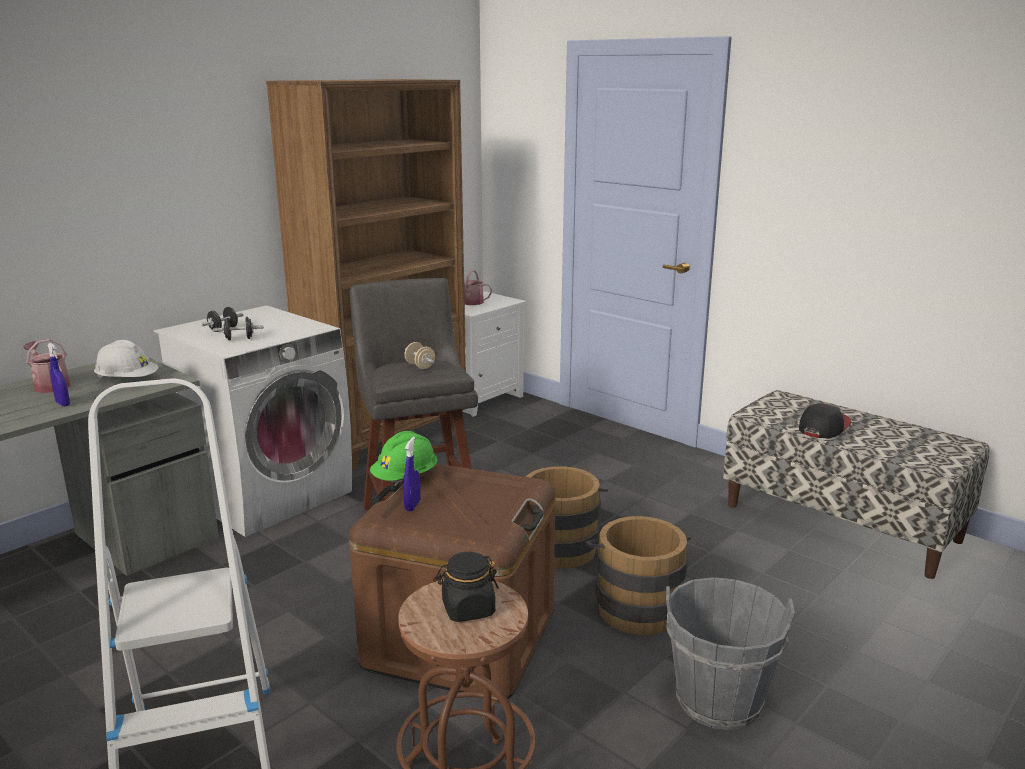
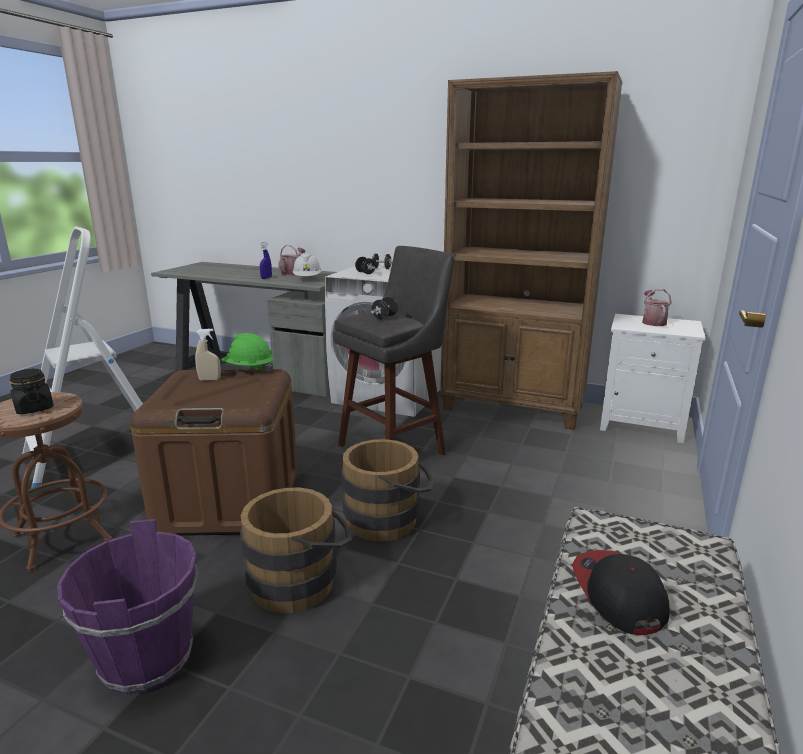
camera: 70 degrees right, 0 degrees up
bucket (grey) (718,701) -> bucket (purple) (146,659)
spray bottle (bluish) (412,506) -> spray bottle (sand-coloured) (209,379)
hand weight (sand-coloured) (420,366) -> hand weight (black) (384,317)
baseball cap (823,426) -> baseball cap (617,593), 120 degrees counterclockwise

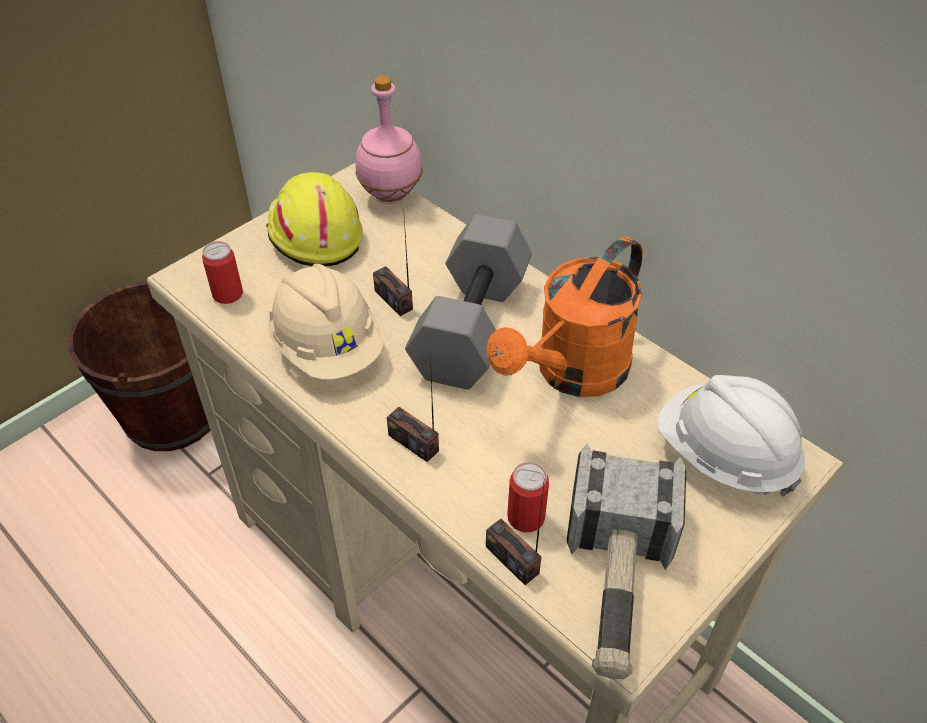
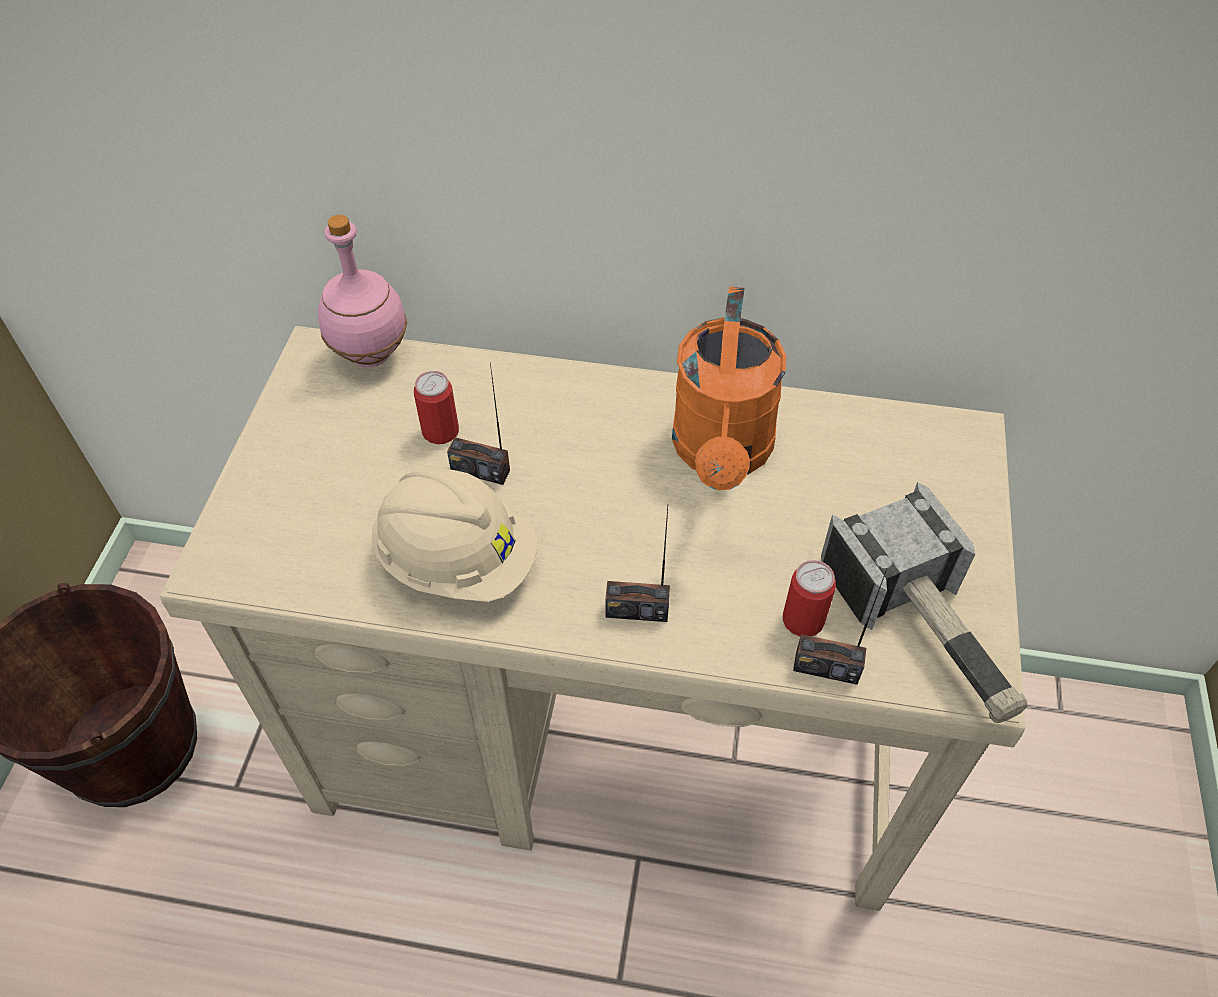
camera: 35 degrees left, 5 degrees up
can (228,294) -> can (440,431), move
safety helmet (yellow) (313,234) -> none
hand weight (grey) (469,324) -> none
safety helmet (white) (724,456) -> none

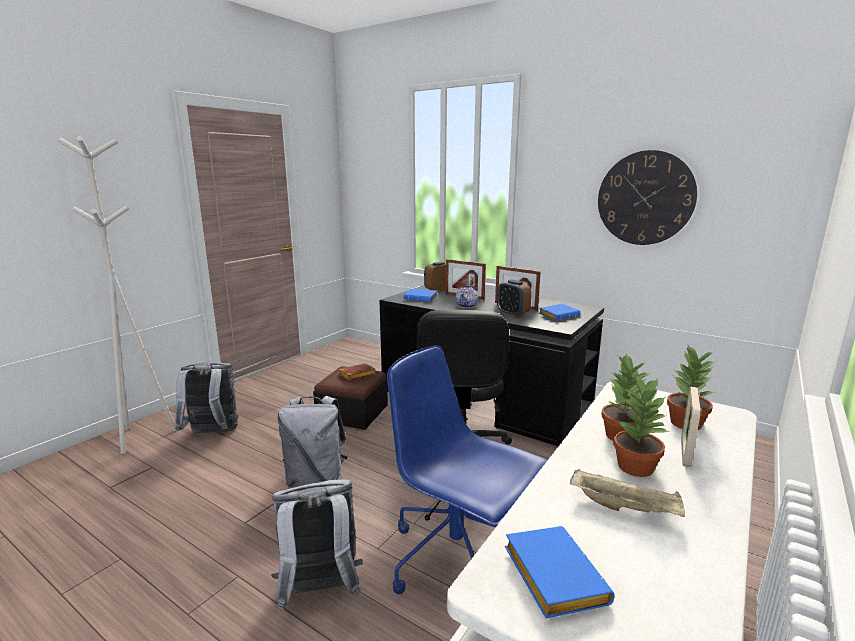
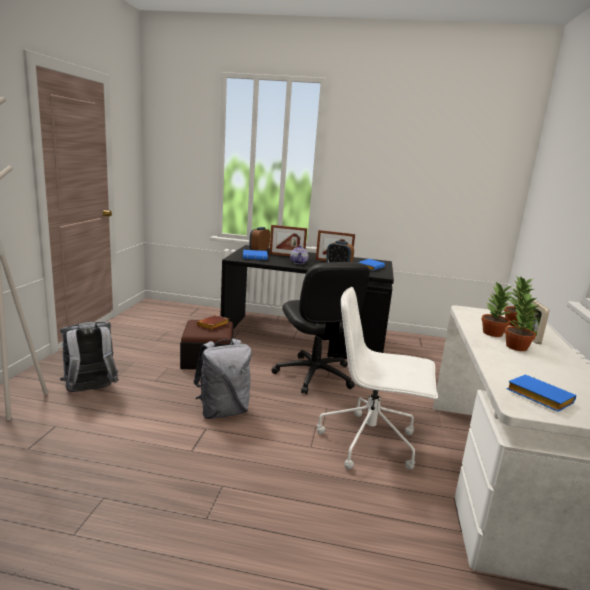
camera: 25 degrees left, 0 degrees up
desk chair (bluish) (461,563) -> desk chair (white) (373,443)
rucksack (grey) (319,591) -> none
carrying tray (sand-coloured) (625,508) -> none
hanging clock (645,198) -> none

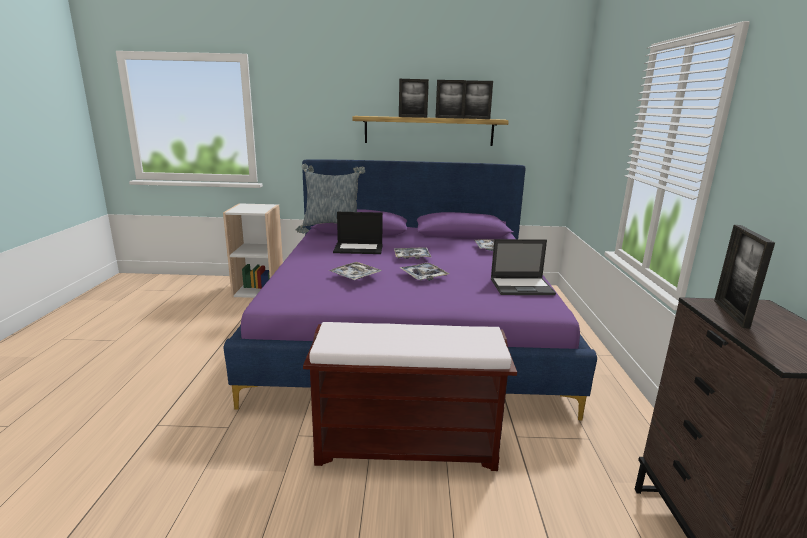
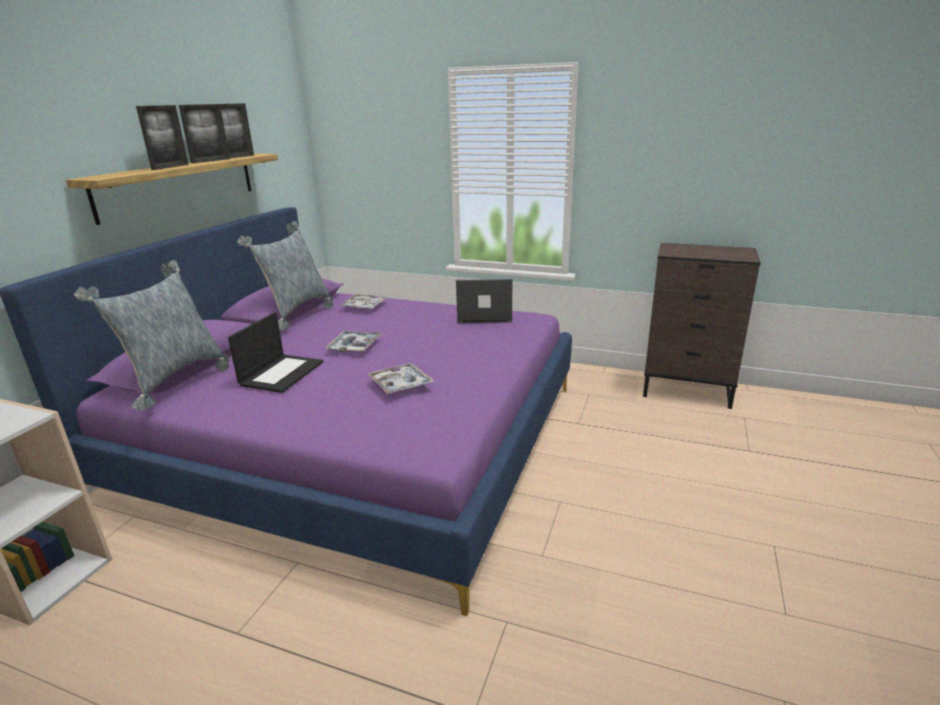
camera: 70 degrees left, 5 degrees up
none -> throw pillow (295,318)
laptop (522,286) -> laptop (483,315), 105 degrees counterclockwise
bench (brown-coloured) (408,444) -> none
carrying tray (423,276) -> none
picture frame (730,313) -> none

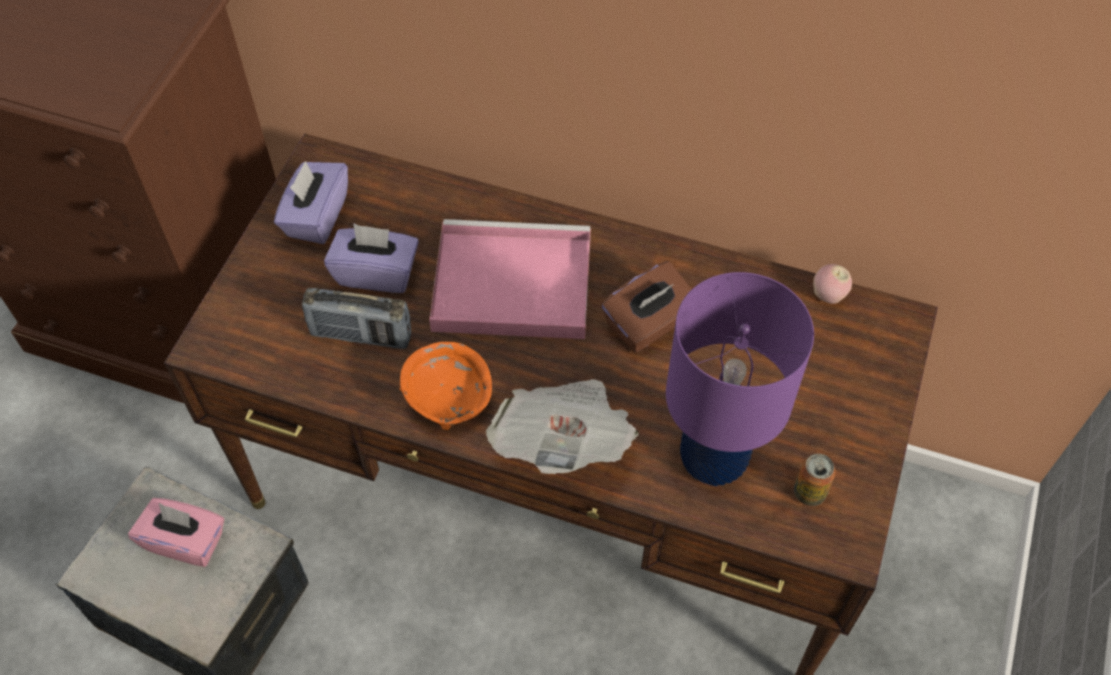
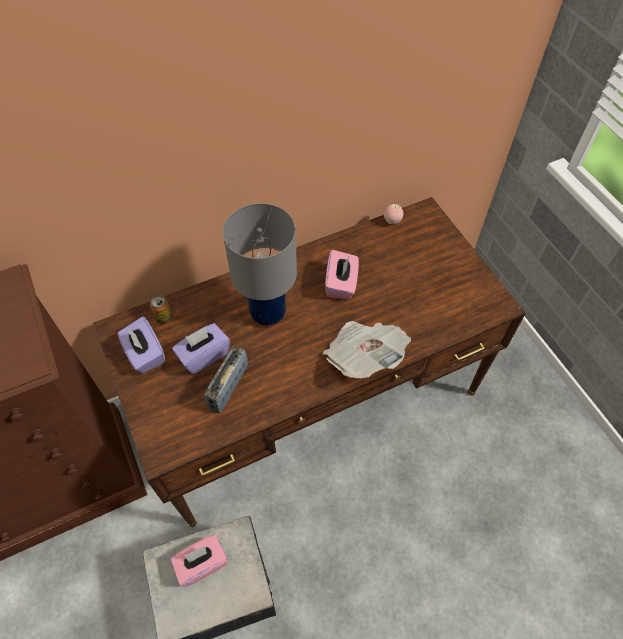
camera: 45 degrees left, 0 degrees up
can (809,492) -> can (164,317), move
radio receiver (361,335) -> radio receiver (228,387), 150 degrees clockwise
carrying tray (pink-coloured) (508,285) -> table lamp (grey) (268,314)
tissue holder (brown-coloured) (648,324) -> tissue holder (pink-coloured) (341,284)
bowl (orange) (448,399) -> none
table lamp (purple) (712,460) -> none

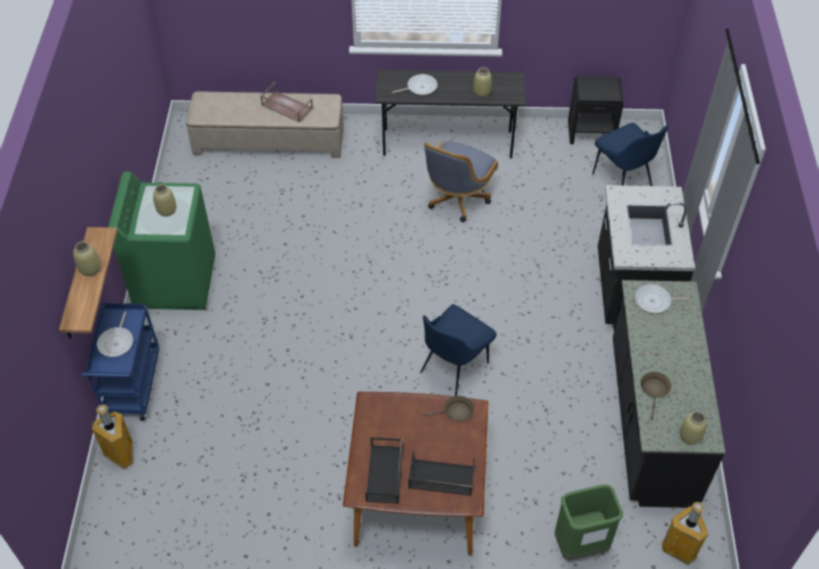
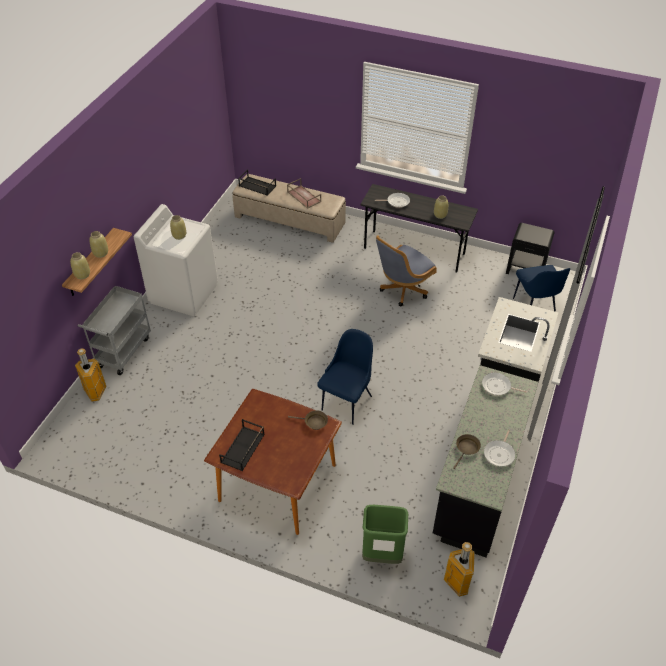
camera: 20 degrees right, 5 degrees down
flower vase (sand-coloured) (690,436) -> flower vase (sand-coloured) (82,275), move
trolley (bluish) (134,390) -> trolley (grey) (123,354)
washing machine (green-coloured) (175,281) -> washing machine (white) (184,293)
carrying tray (black) (440,478) -> carrying tray (black) (257,186), move
chair (bluish) (454,368) -> chair (bluish) (346,403), 150 degrees clockwise
frying pan (117,342) -> frying pan (499,453), move

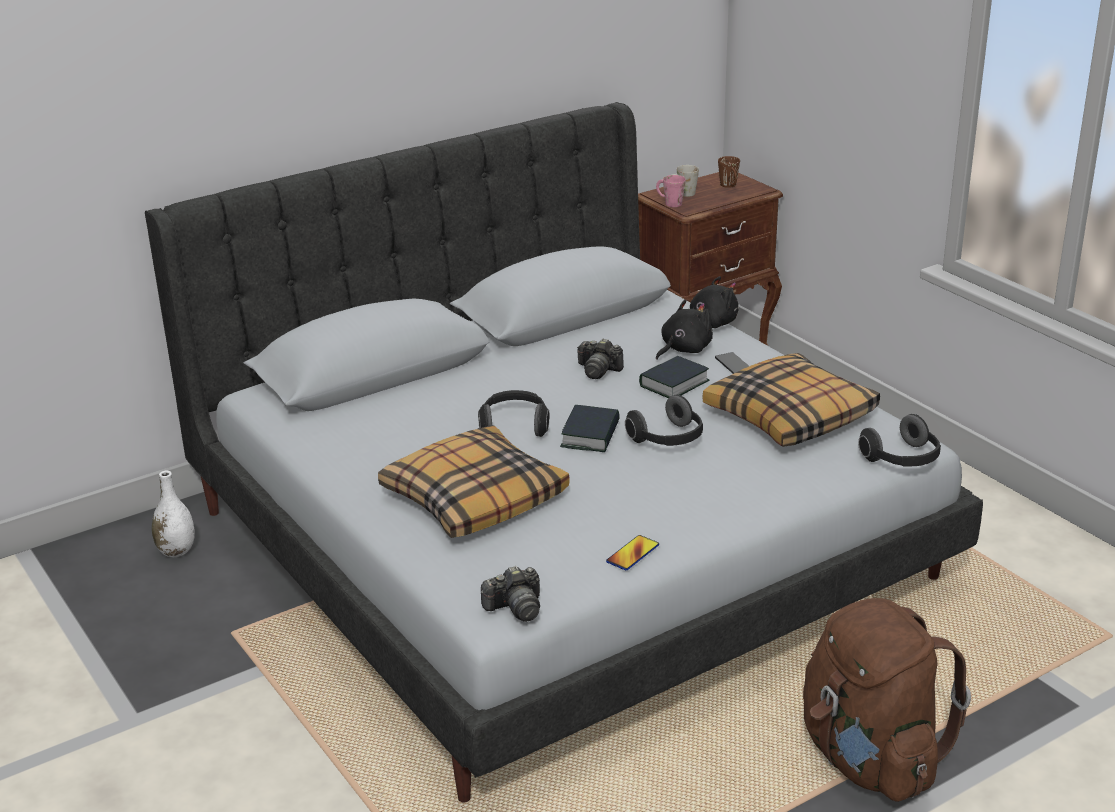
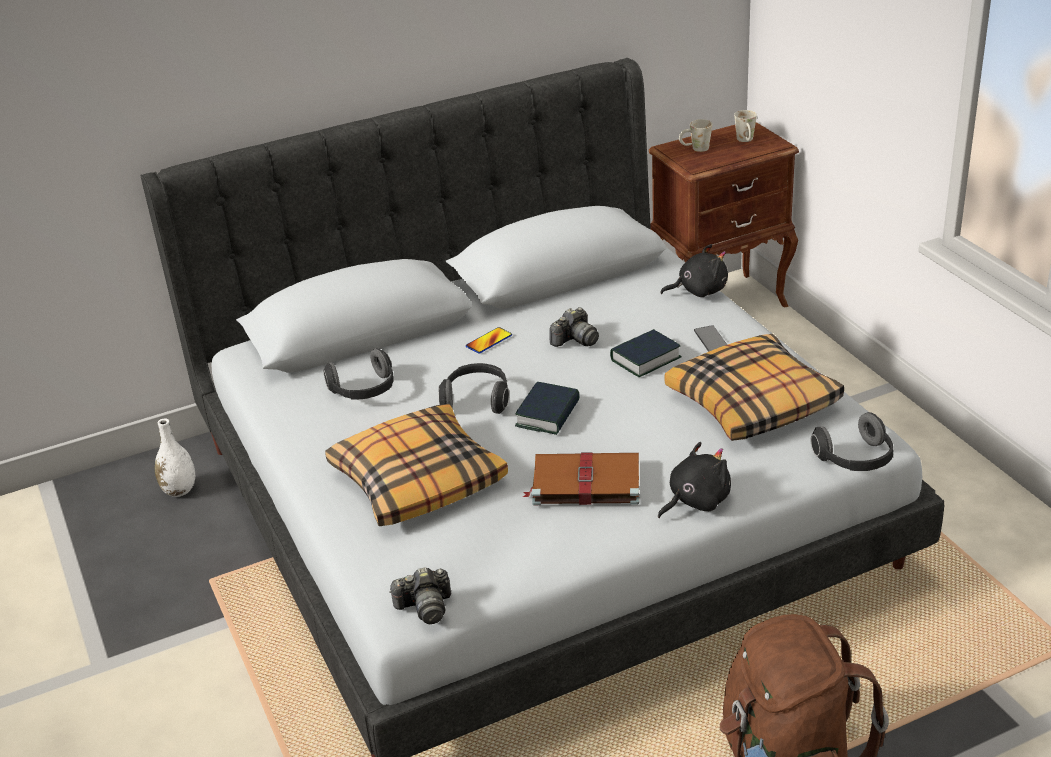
camera: 10 degrees right, 5 degrees up
pair of headphones (668,439) -> pair of headphones (364,391), move
handset (632,554) -> handset (489,341), move
none -> bound book (brown-coloured) (584,482)
photo camera (598,370) -> photo camera (575,340), 75 degrees counterclockwise
soft toy (black) (683,349) -> soft toy (black) (695,501), move
tea mug (brown-coloured) (730,186) -> tea mug (white) (746,141)
tea mug (pink-coloured) (669,203) -> none

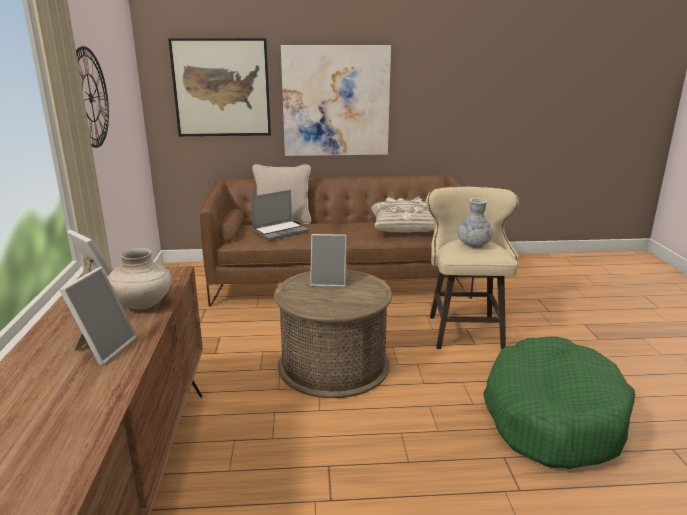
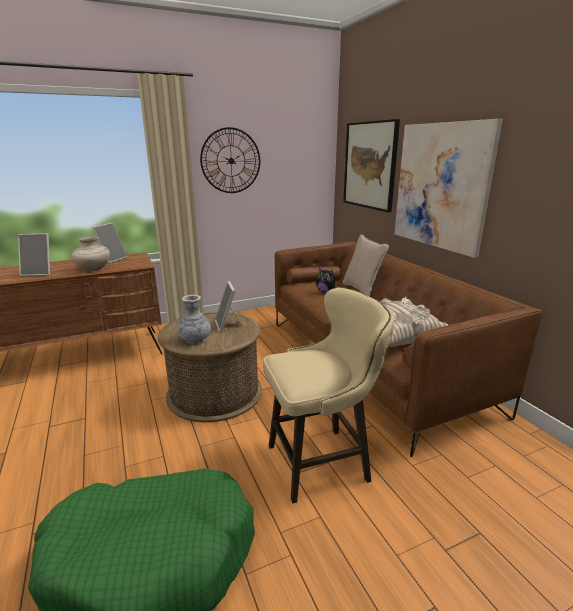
camera: 70 degrees right, 0 degrees up
flower vase (474,244) -> flower vase (195,339), move
laptop (280,231) -> soft toy (326,292)

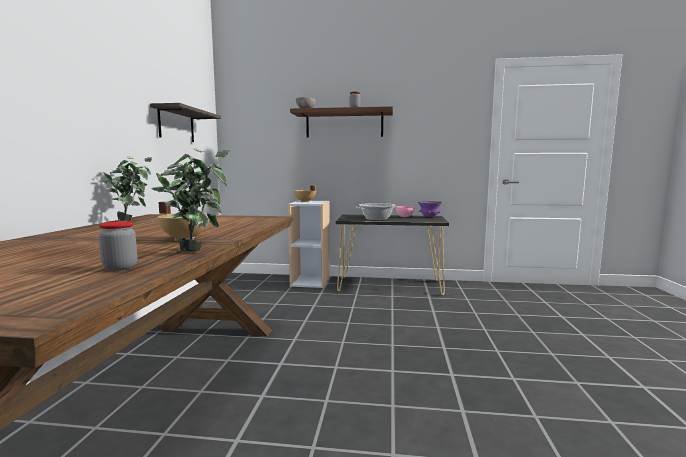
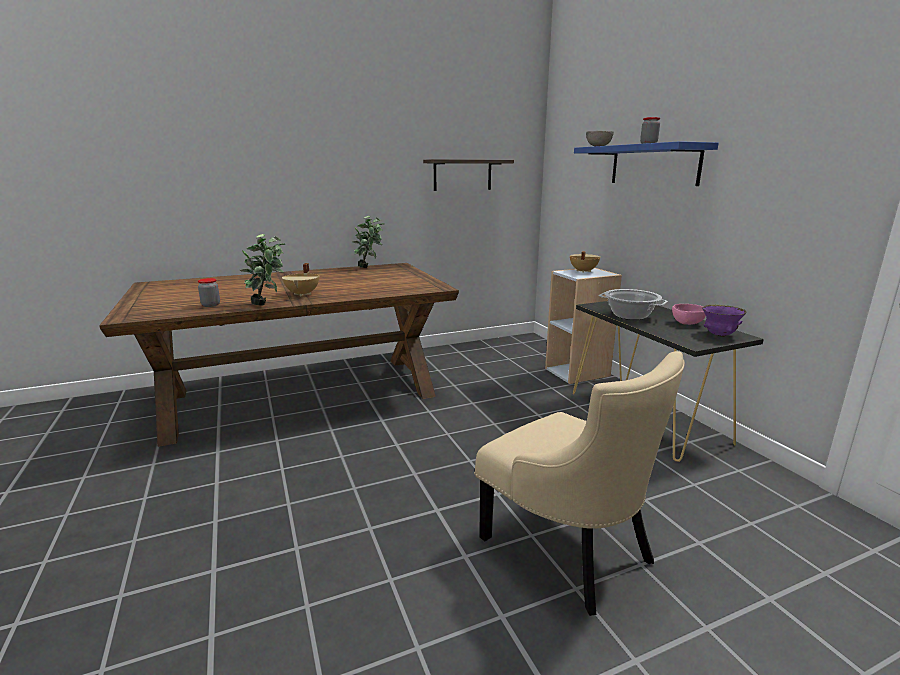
camera: 60 degrees right, 10 degrees up
none -> chair (sand-coloured) (564,547)
bracket shelf (brown-coloured) (344,124) -> bracket shelf (bluish) (653,165)

